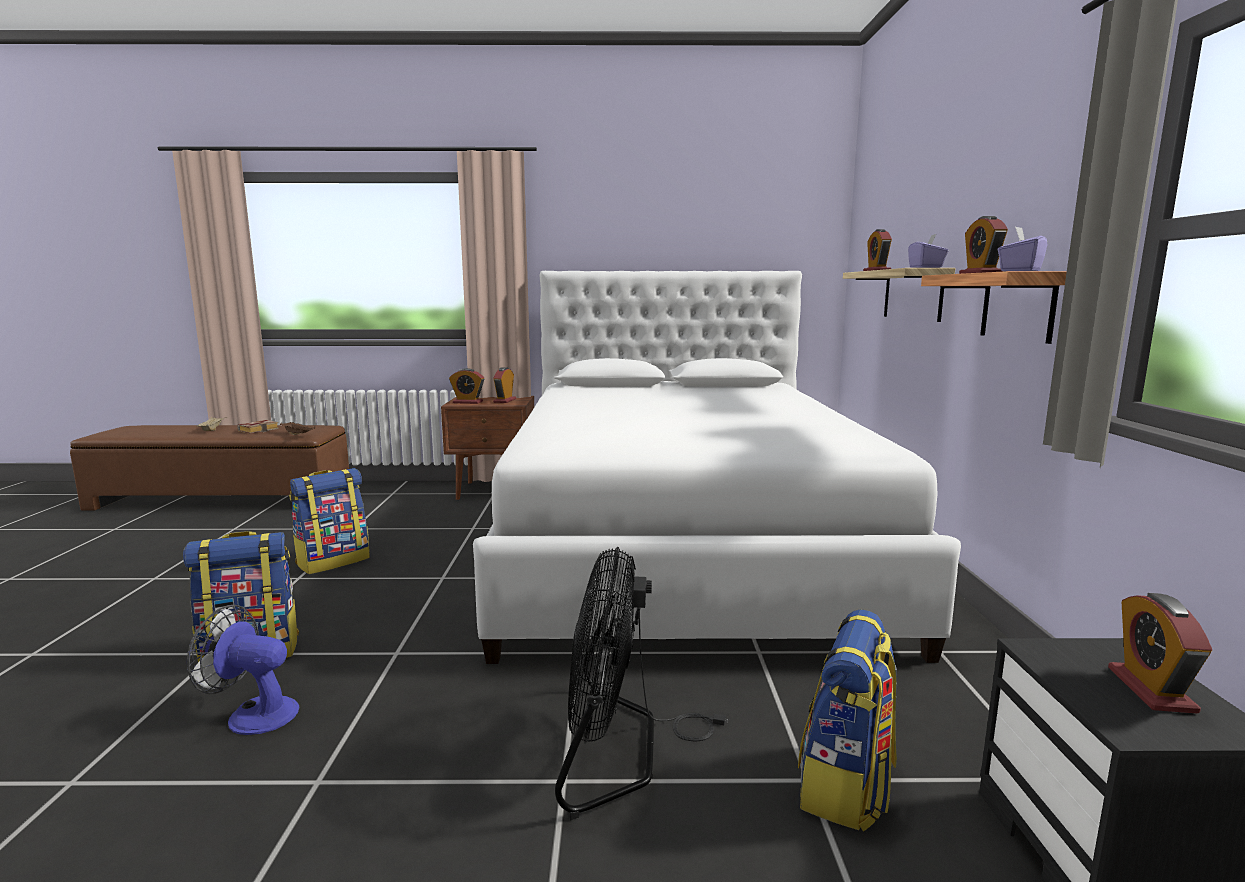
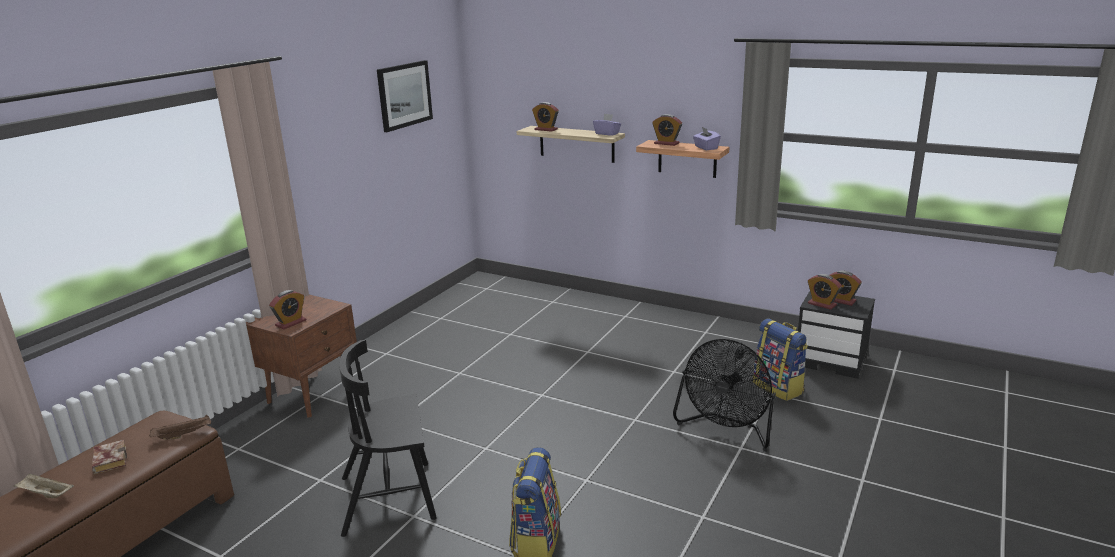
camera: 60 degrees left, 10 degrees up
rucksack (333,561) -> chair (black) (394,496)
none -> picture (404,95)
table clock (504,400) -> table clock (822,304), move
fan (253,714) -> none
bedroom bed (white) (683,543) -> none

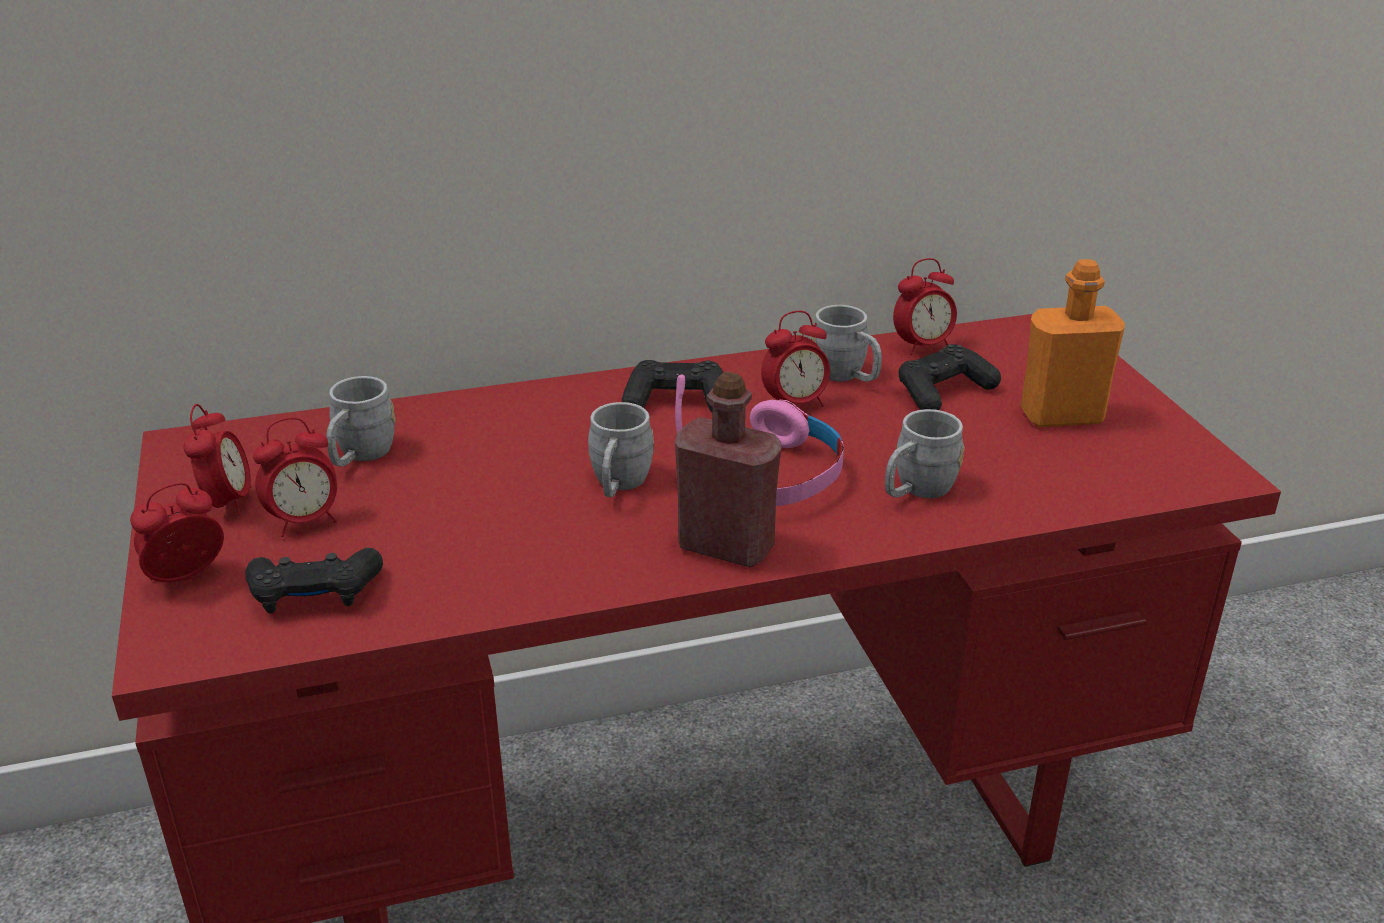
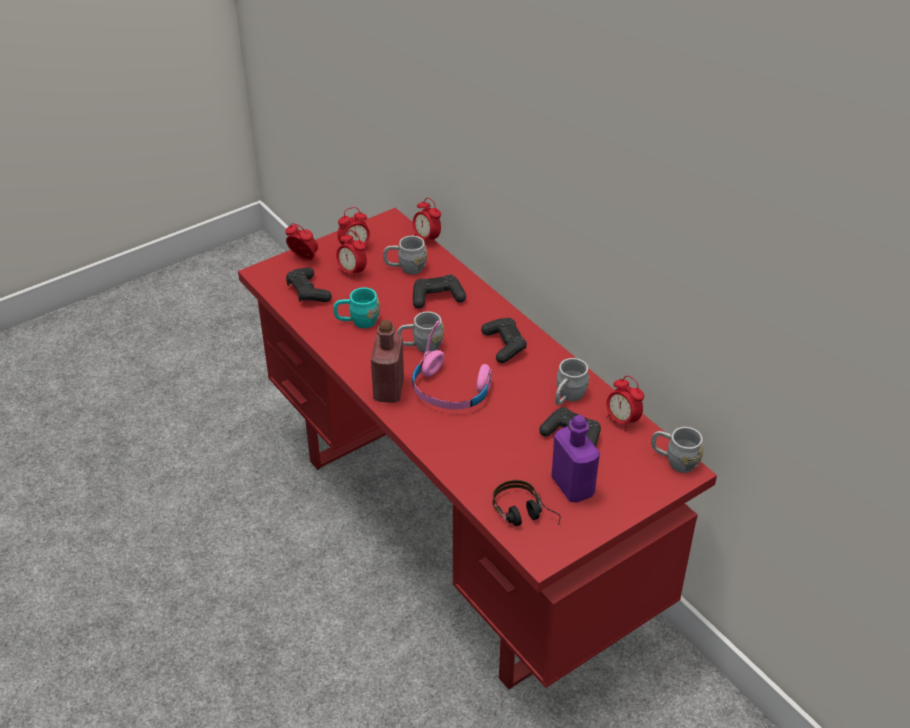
camera: 70 degrees right, 10 degrees up
none -> tea mug (blue-green) (357,321)
table clock (795,404) -> table clock (427,239), move
none -> game controller (black) (437,298)
none -> pair of headphones (526,517)
bottle (orange) (1061,416) -> bottle (purple) (572,486)
tea mug (grey) (916,491) -> tea mug (grey) (674,461), move

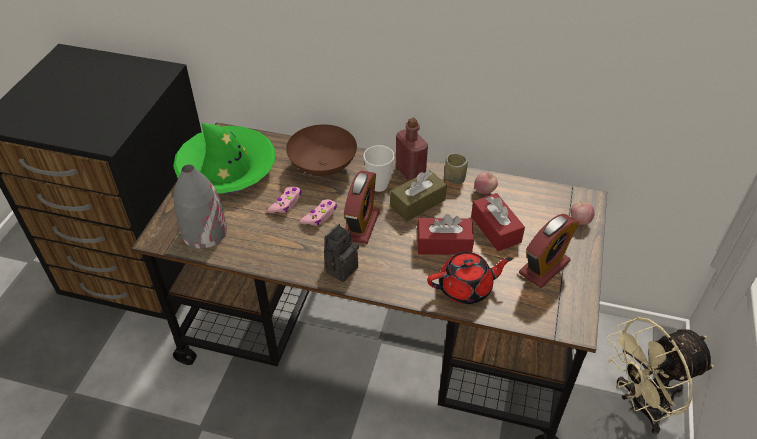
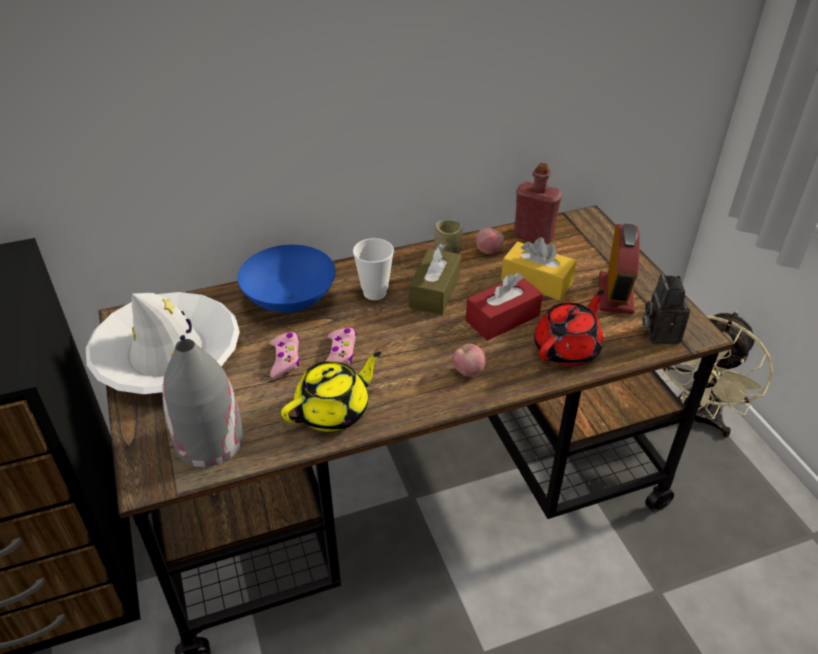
camera: 35 degrees left, 5 degrees down
clothing hat (green-coloured) (227,168) -> clothing hat (white) (167,355)
bowl (brown-coloured) (322,167) -> bowl (bluish) (290,302)
none -> tea pot (yellow) (334,410)
apple (579,220) -> apple (467,371), move
tissue holder (red) (495,229) -> tissue holder (yellow) (536,281)
bottle (red) (410,172) -> bottle (red) (533,236), move
photo camera (341,268) -> photo camera (659,332), move
table clock (361,225) -> none

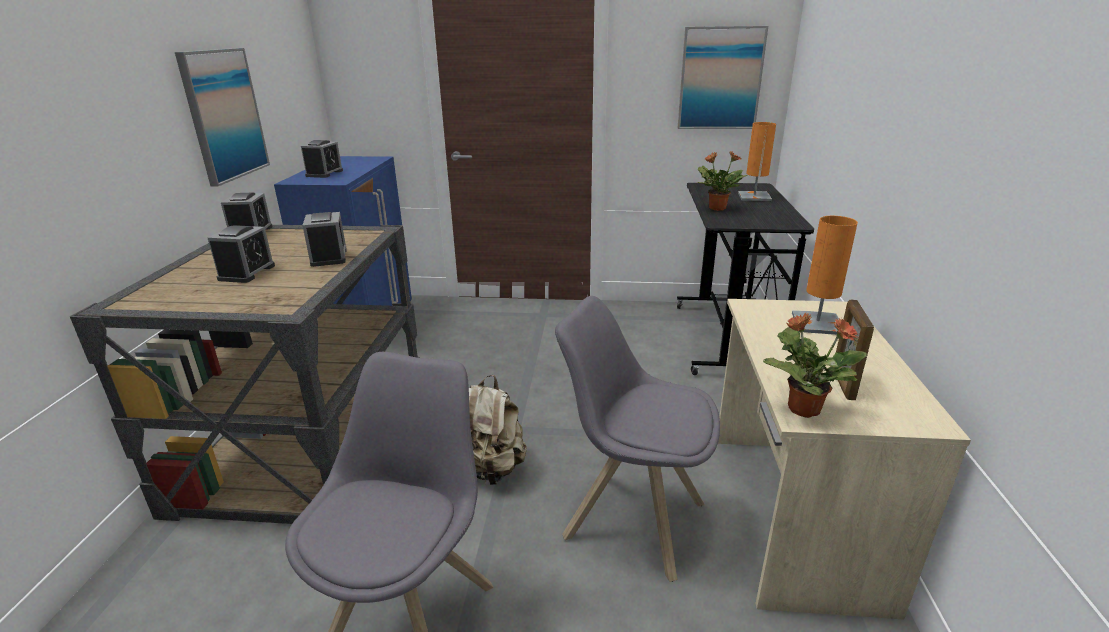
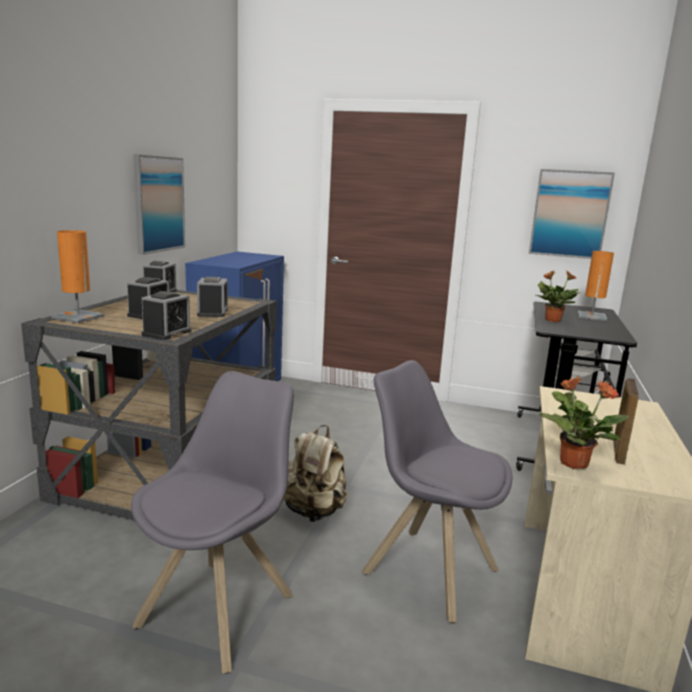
camera: 10 degrees right, 10 degrees down
table lamp (orange) (817,323) -> table lamp (orange) (78,317), move
table clock (324,173) -> table clock (167,333), move

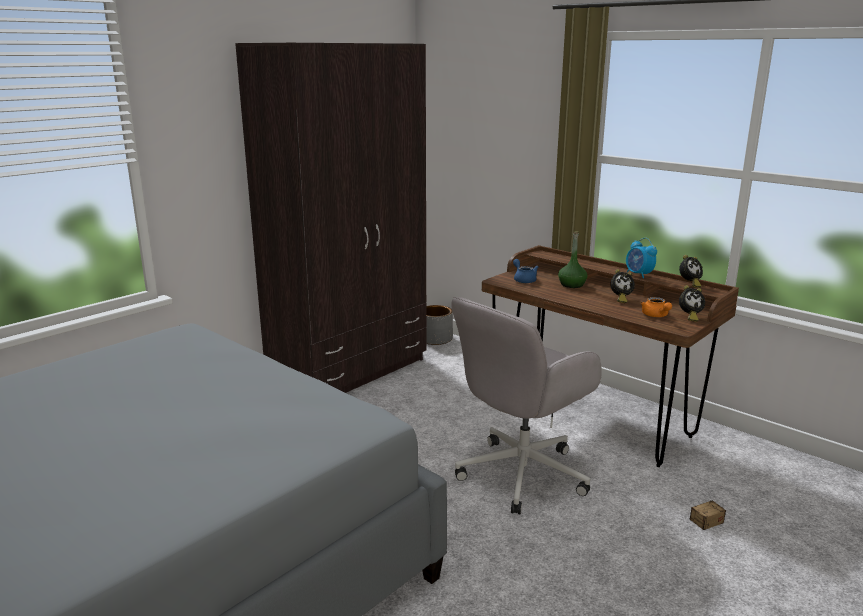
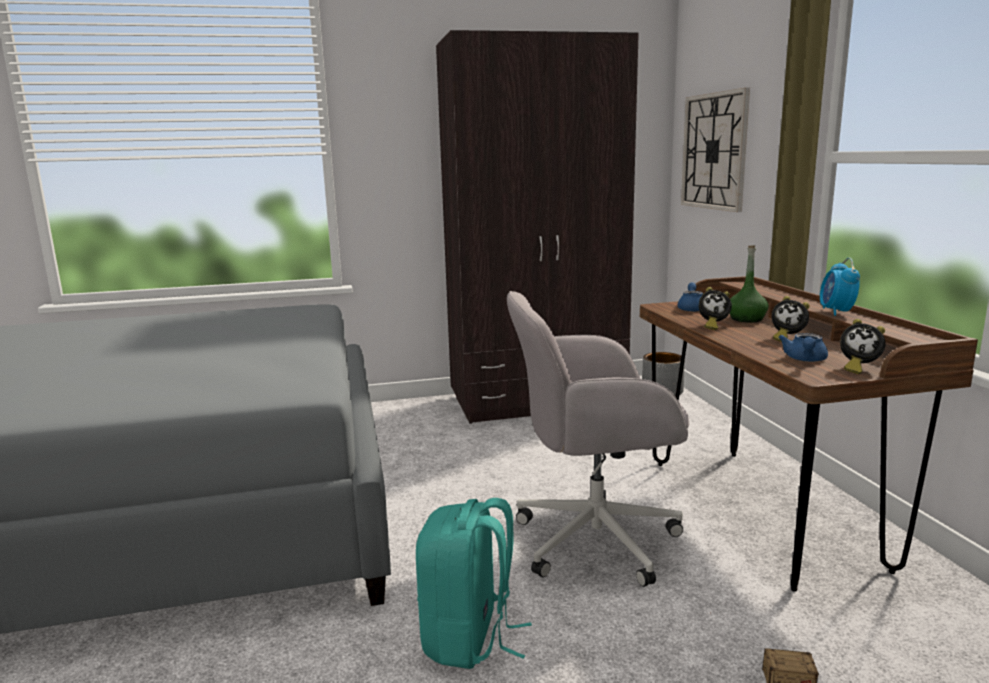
camera: 35 degrees right, 5 degrees down
none -> rucksack (blue-green) (469,639)
none -> hanging clock (714,151)
table clock (689,284) -> table clock (712,326), move
tea pot (orange) (656,316) -> tea pot (bluish) (804,360)

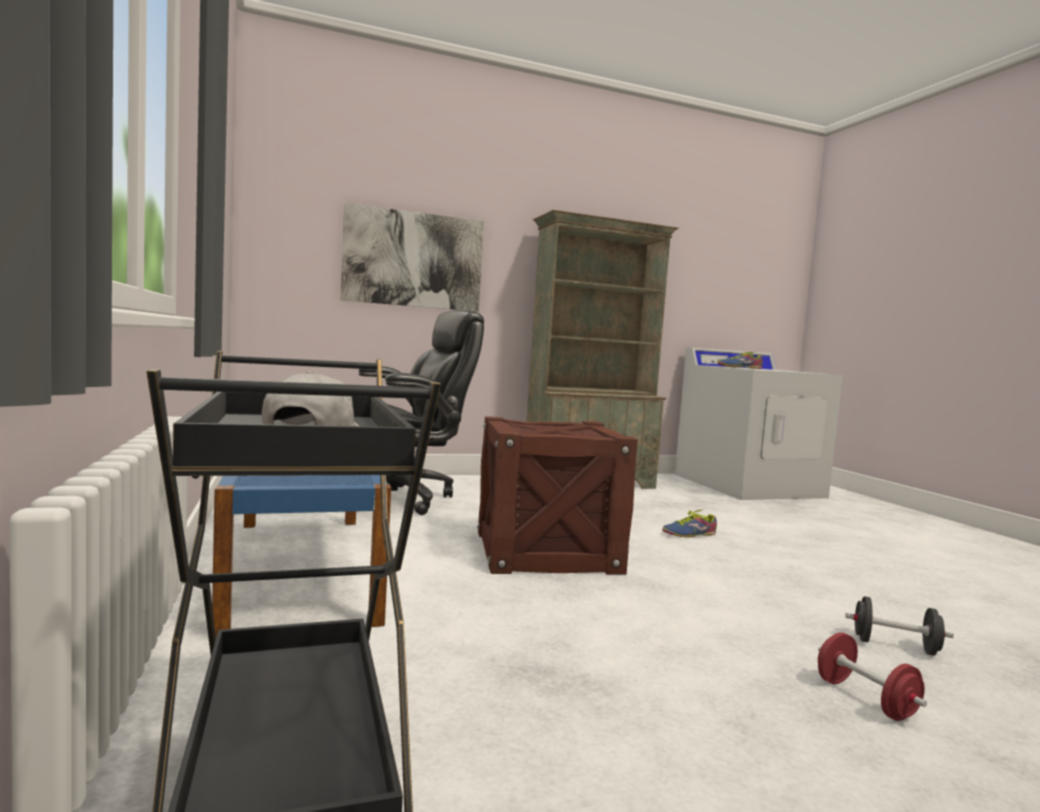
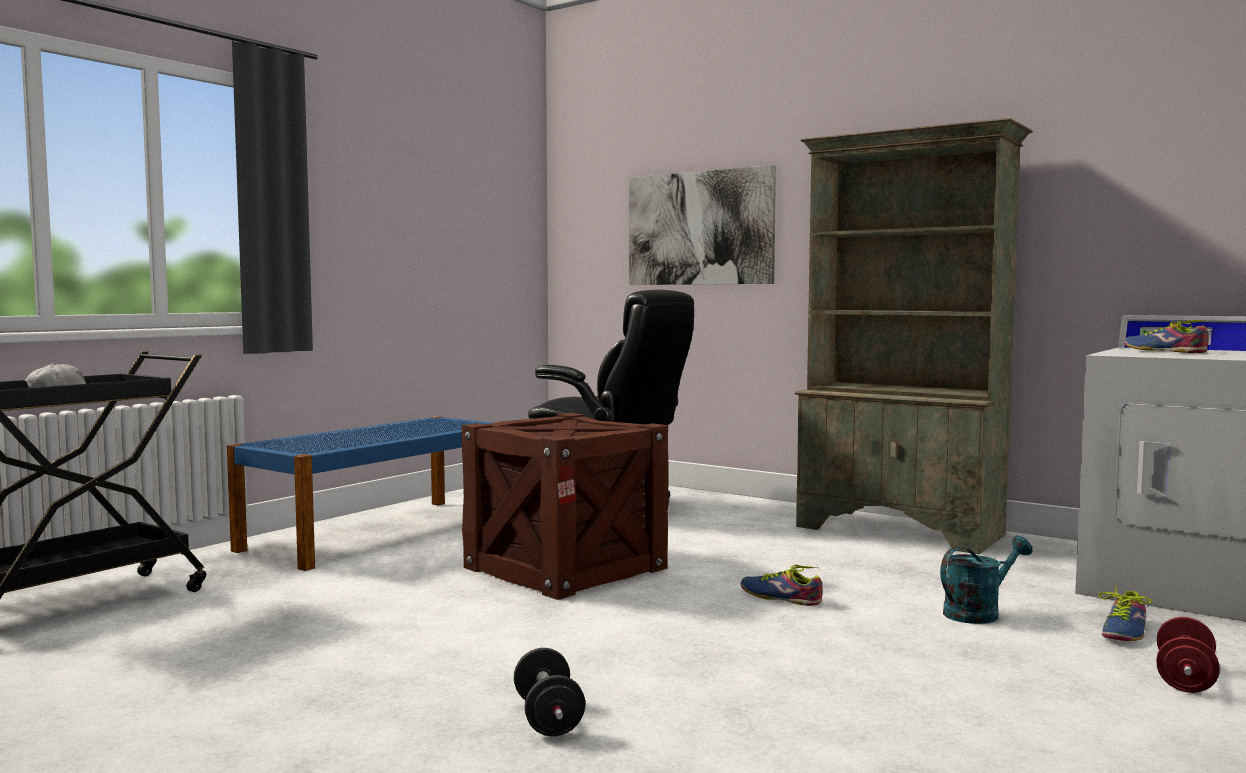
camera: 55 degrees right, 0 degrees up
none -> watering pot (blue-green) (978,613)
none -> item of footwear (1125,631)
hand weight (red) (865,699) -> hand weight (red) (1185,679), move

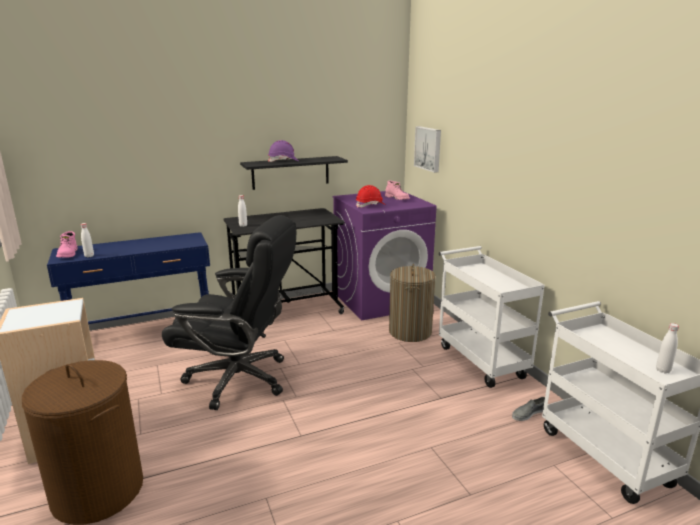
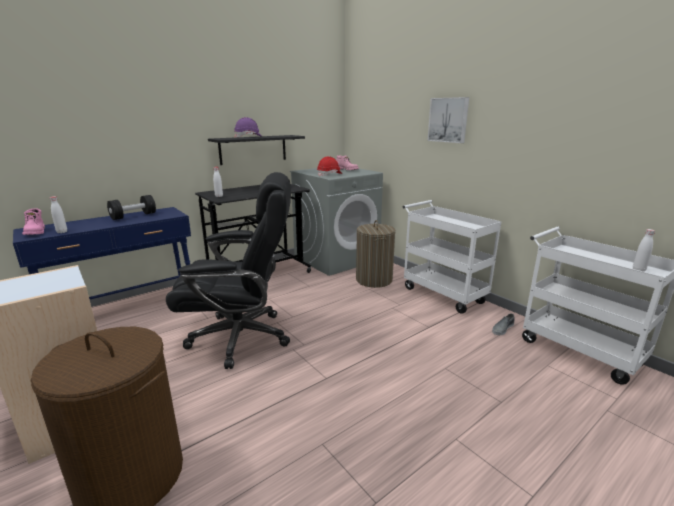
camera: 15 degrees left, 0 degrees up
none -> hand weight (black) (133,216)
washing machine (purple) (381,299) -> washing machine (grey) (336,258)
picture (428,148) -> picture (448,120), move

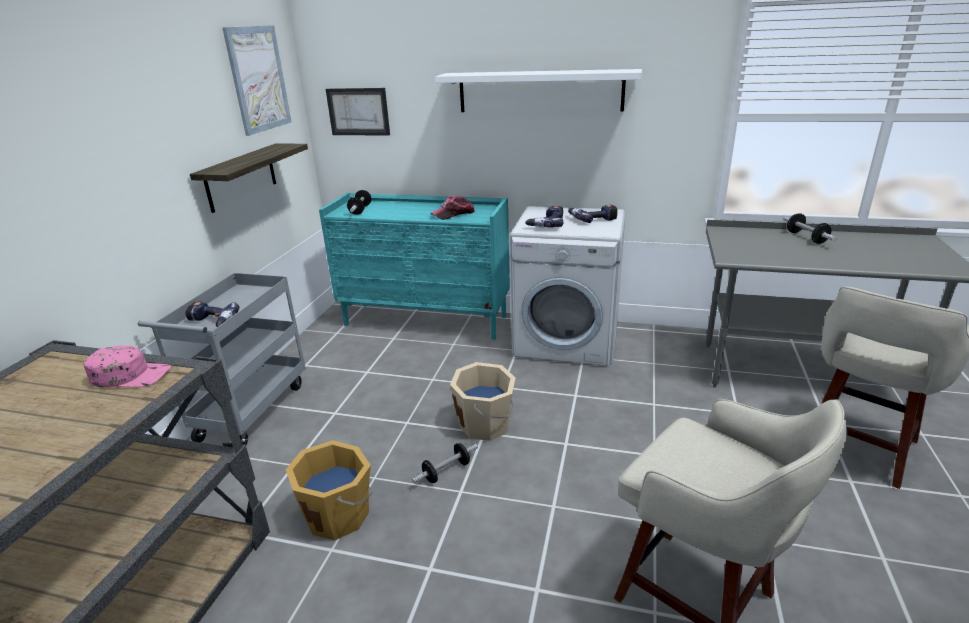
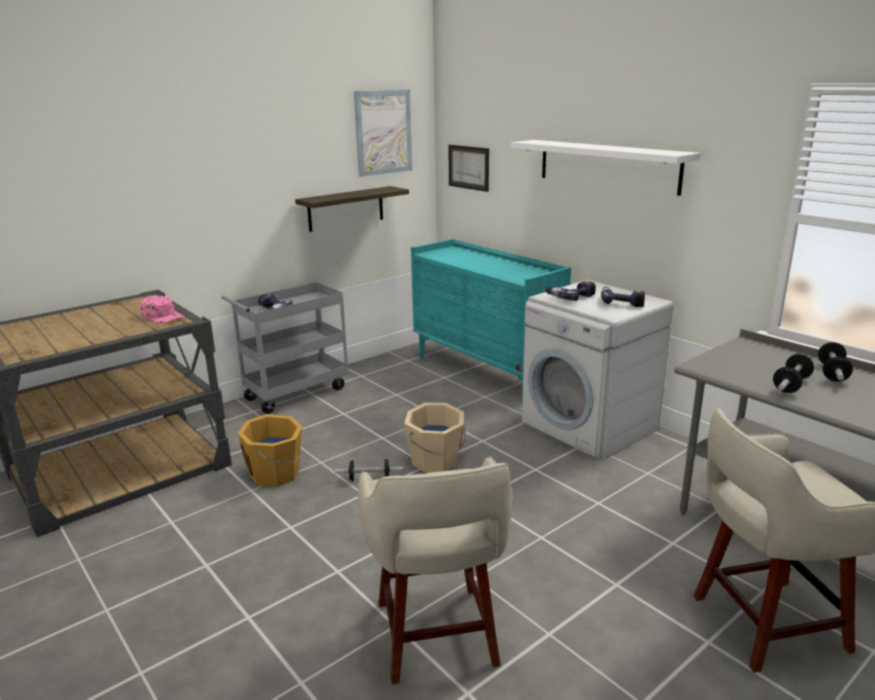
camera: 35 degrees right, 5 degrees down
hand weight (360,210) -> hand weight (791,385), move
baseball cap (453,214) -> none

